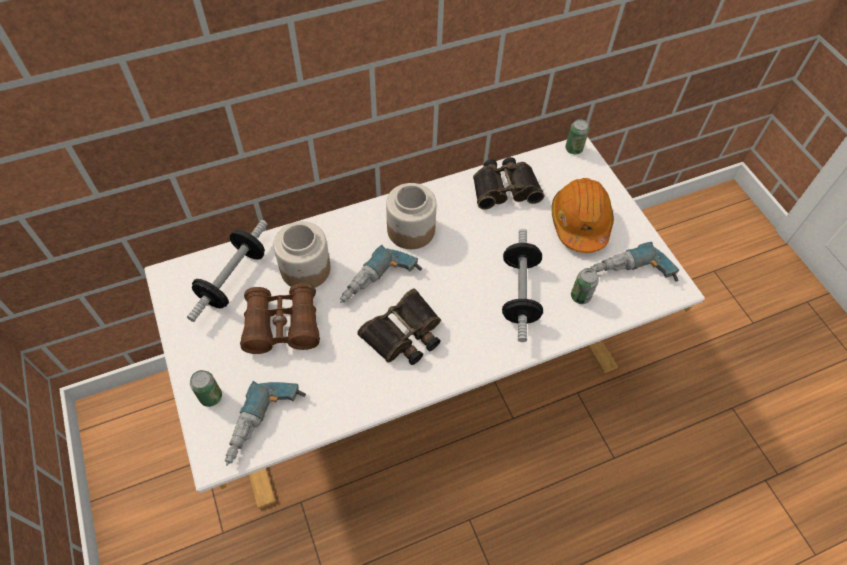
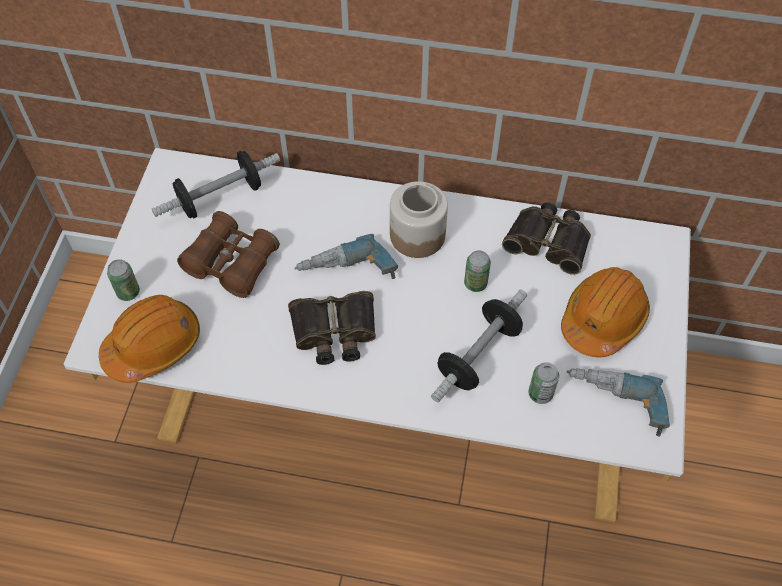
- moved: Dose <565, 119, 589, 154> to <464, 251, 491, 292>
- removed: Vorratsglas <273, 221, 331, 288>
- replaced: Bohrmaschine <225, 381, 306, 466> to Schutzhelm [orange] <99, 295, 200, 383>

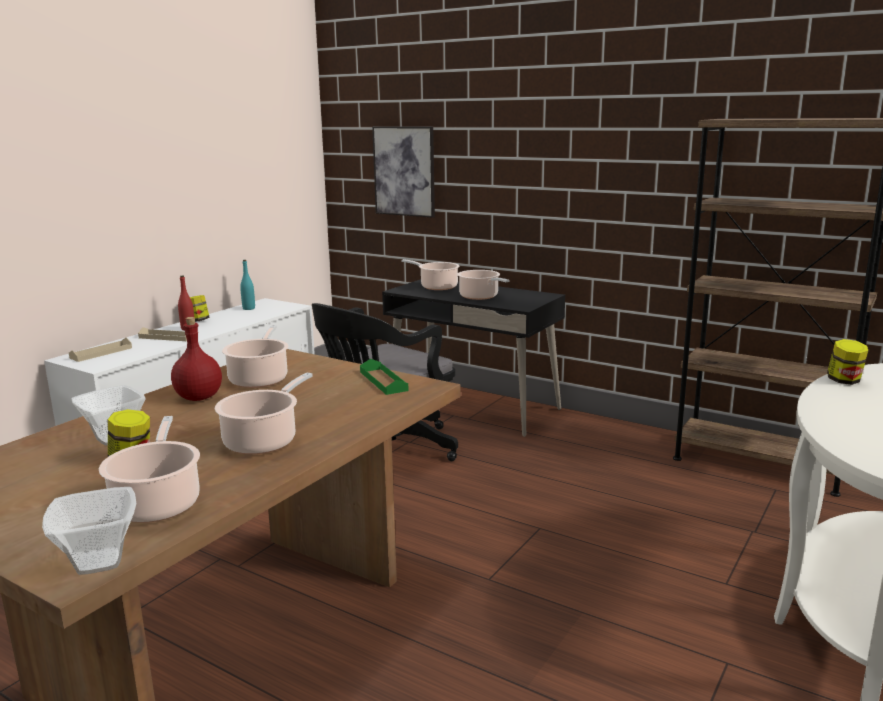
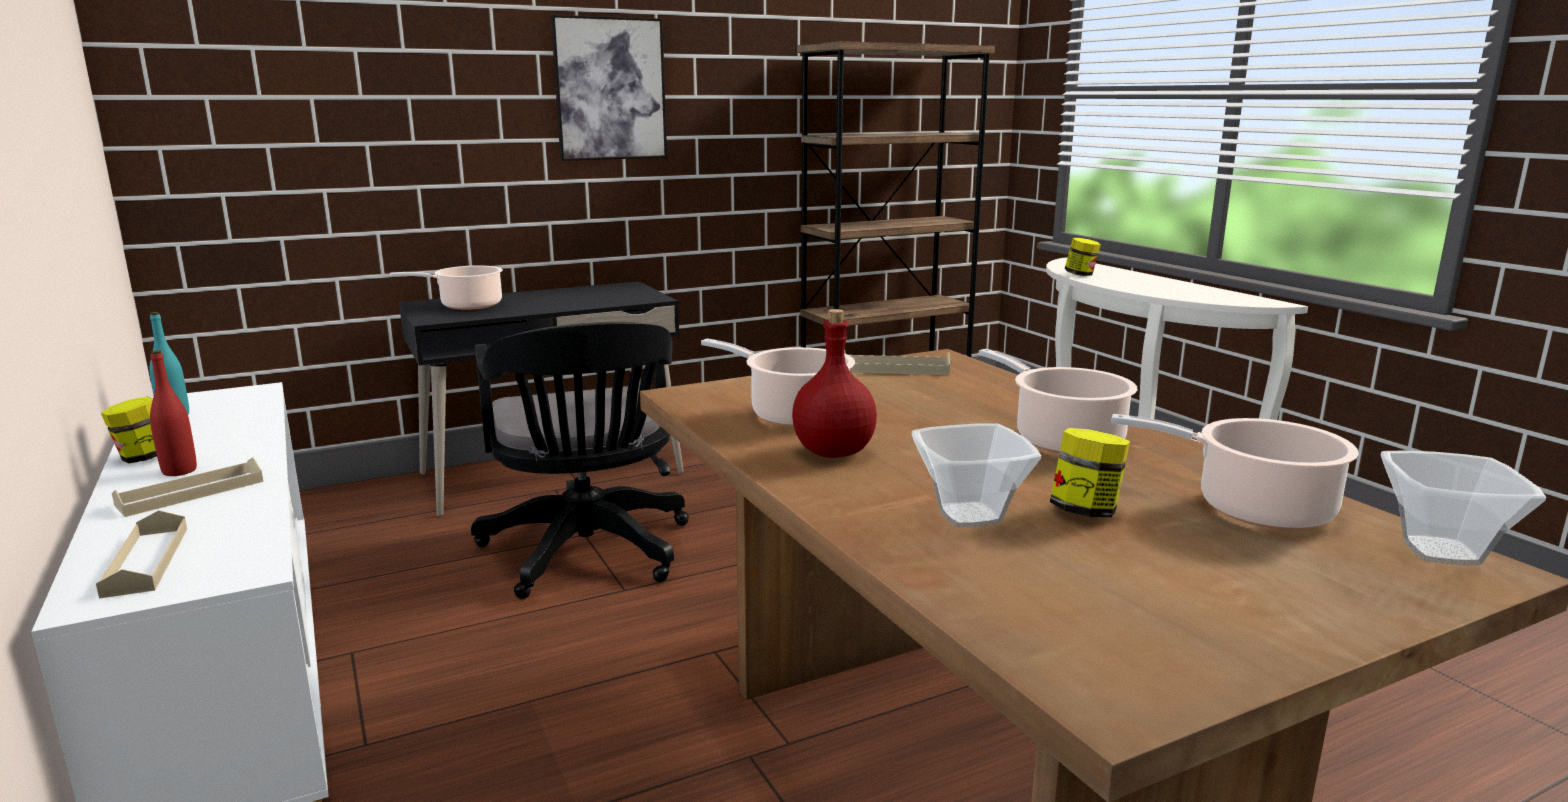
- moved: Bild <372, 127, 435, 218> to <551, 15, 667, 161>
- removed: Kochtopf <457, 270, 509, 300>
- recoloured: Tablett [grün] <360, 359, 409, 395> to Tablett [beige] <844, 352, 950, 375>

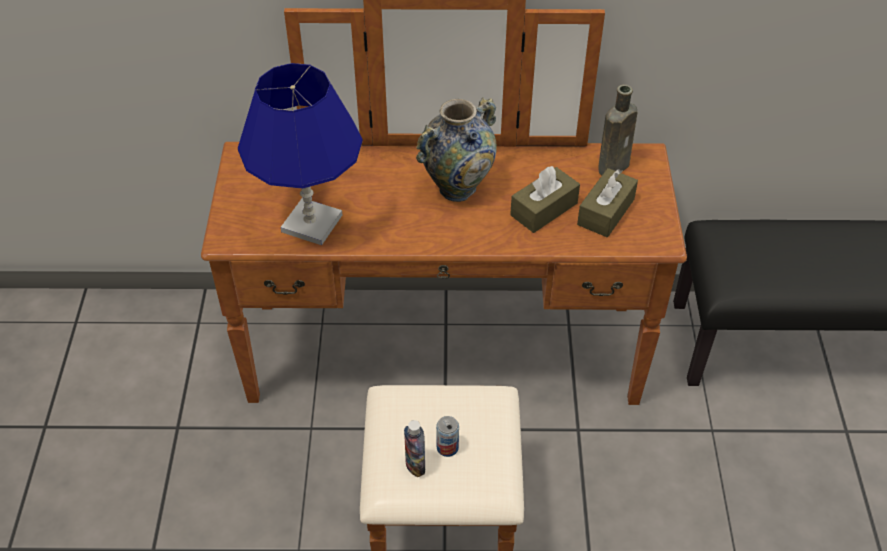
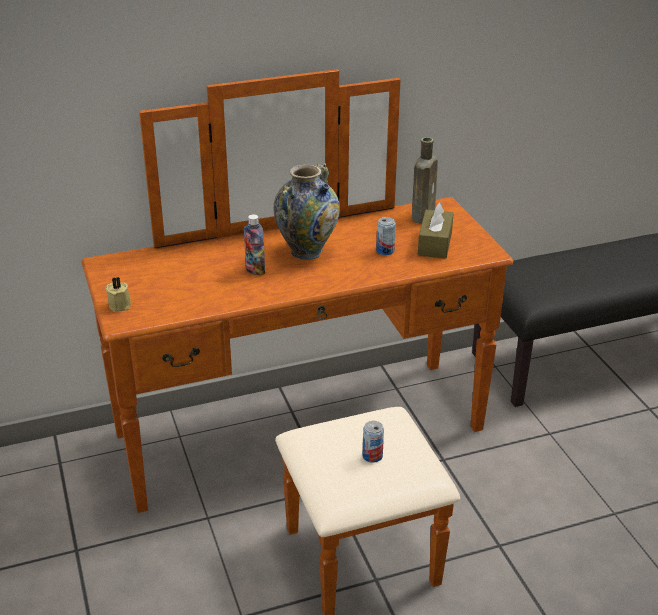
- removed: Tischlampe [blau] <238, 63, 363, 245>
- replaced: Taschentuchbox [braun] <510, 166, 580, 233> to Dose <376, 217, 396, 255>
- moved: Flasche <404, 420, 425, 477> to <244, 214, 265, 276>
- added: Kerze [beige] <105, 277, 131, 312>

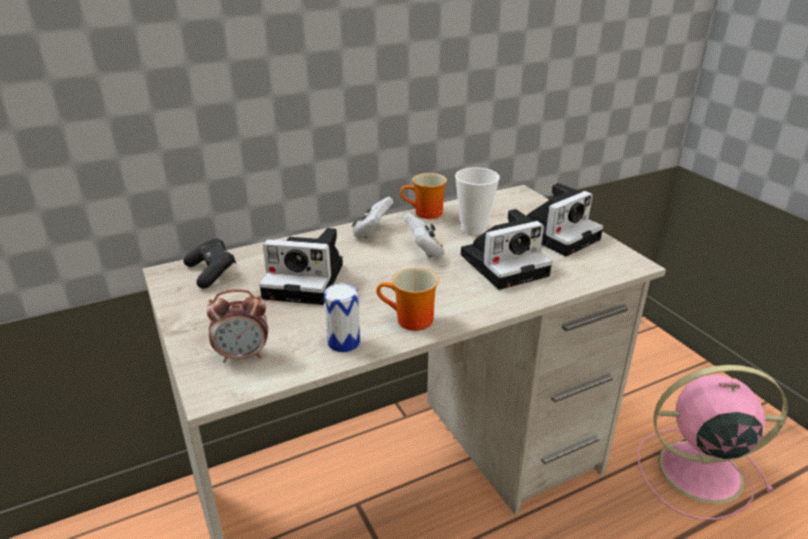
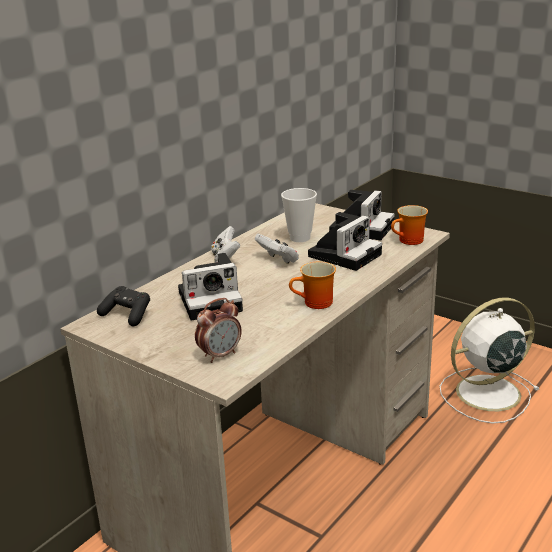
- moved: Henkelbecher <400, 173, 447, 219> to <391, 205, 428, 245>
- removed: Dose <324, 283, 360, 352>
- recoloured: Ventilator [rosa] <637, 365, 788, 520> to Ventilator [weiß] <439, 298, 540, 423>

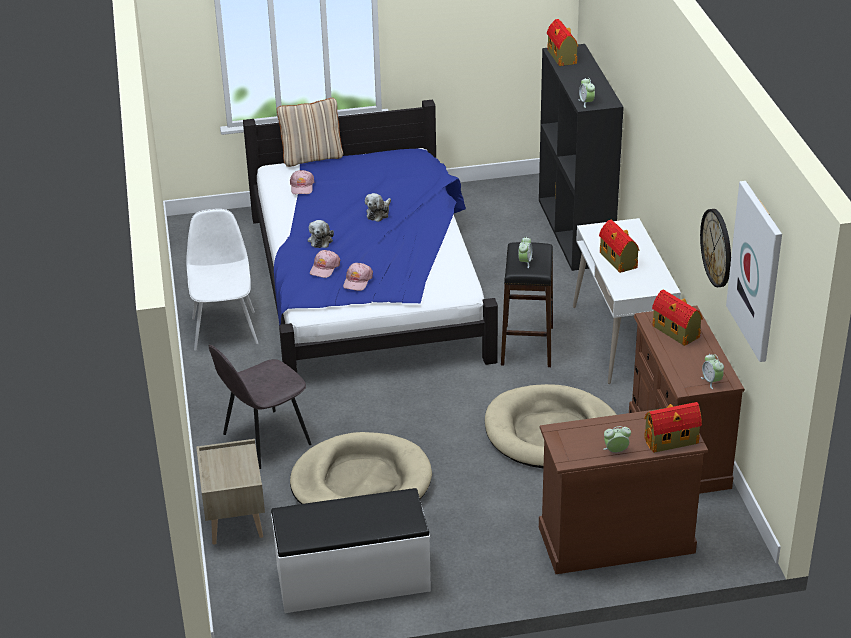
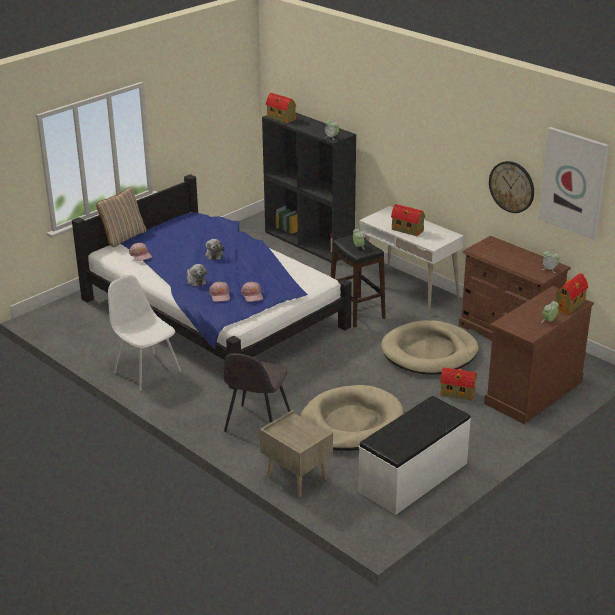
- moved: Spielzeughaus <652, 289, 703, 346> to <440, 367, 477, 401>

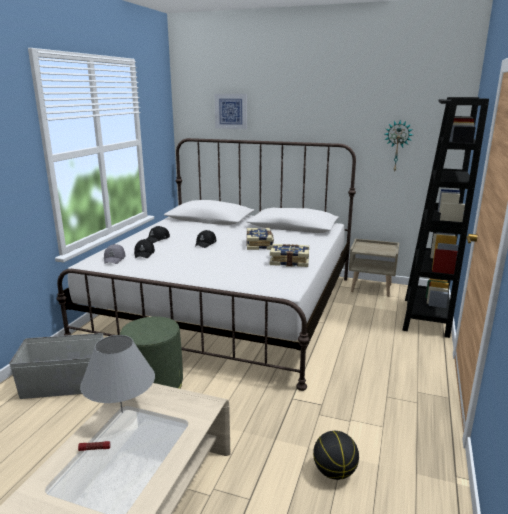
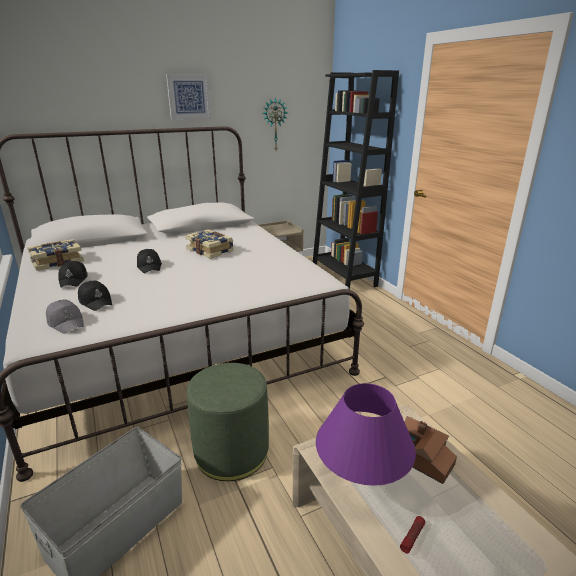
- moved: Bild <214, 94, 247, 129> to <166, 74, 211, 119>
- moved: Buch <270, 244, 309, 267> to <27, 239, 84, 271>
- recoloured: Tischlampe [grau] <80, 335, 155, 413> to Tischlampe [lila] <316, 383, 416, 486>
- removed: Basketball <313, 431, 359, 480>
- added: Spielzeughaus <404, 416, 457, 484>

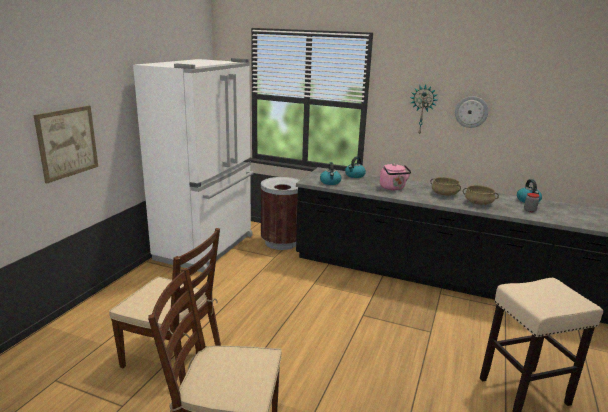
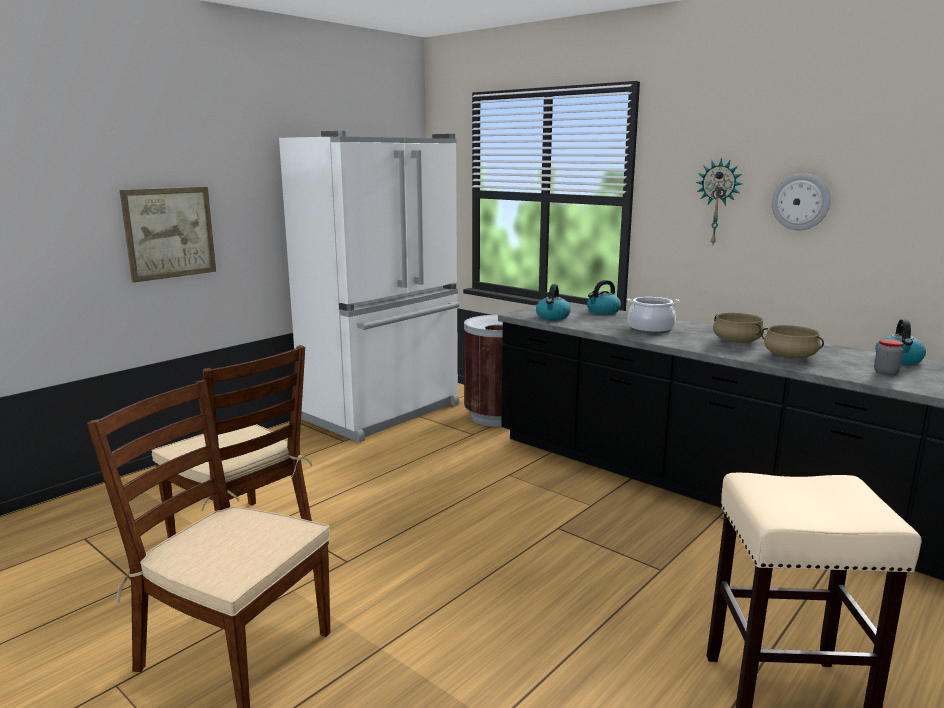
- replaced: Wasserkessel [rosa] <380, 163, 411, 190> to Kochtopf <627, 297, 679, 334>

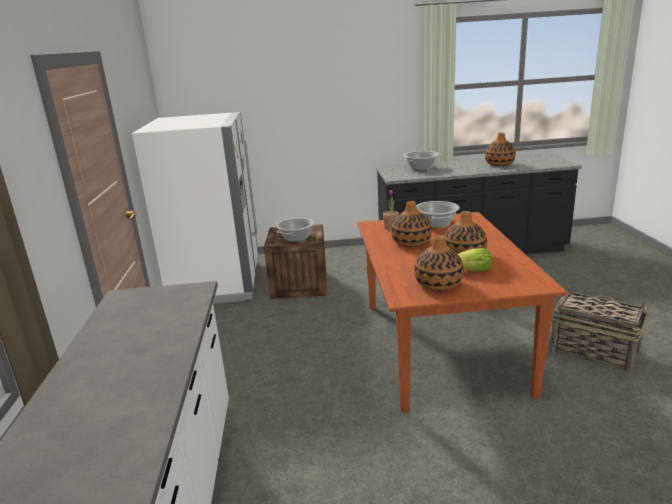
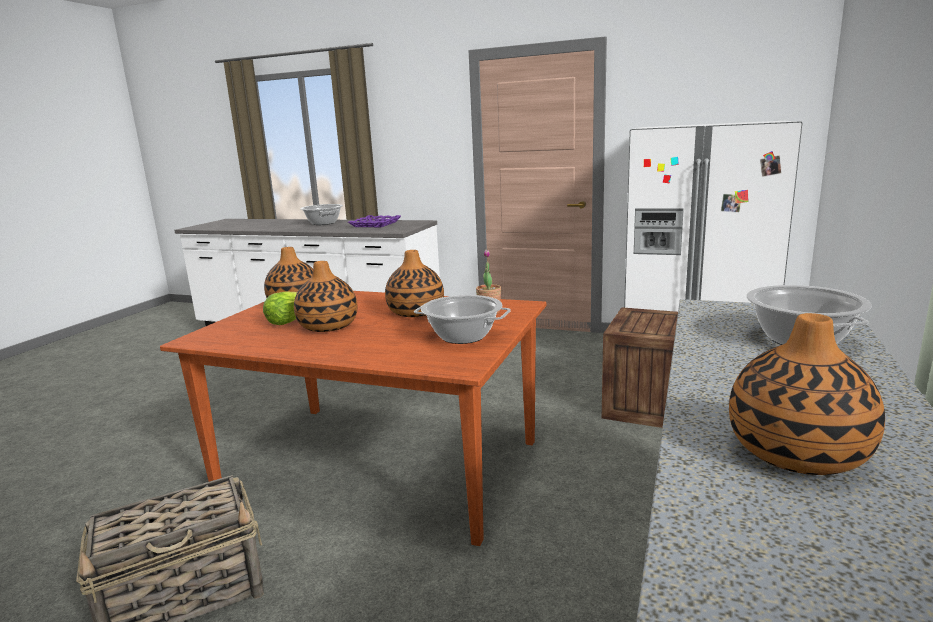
- moved: Kochtopf <276, 218, 314, 242> to <300, 204, 343, 225>
- added: Tablett [lila] <348, 215, 401, 227>

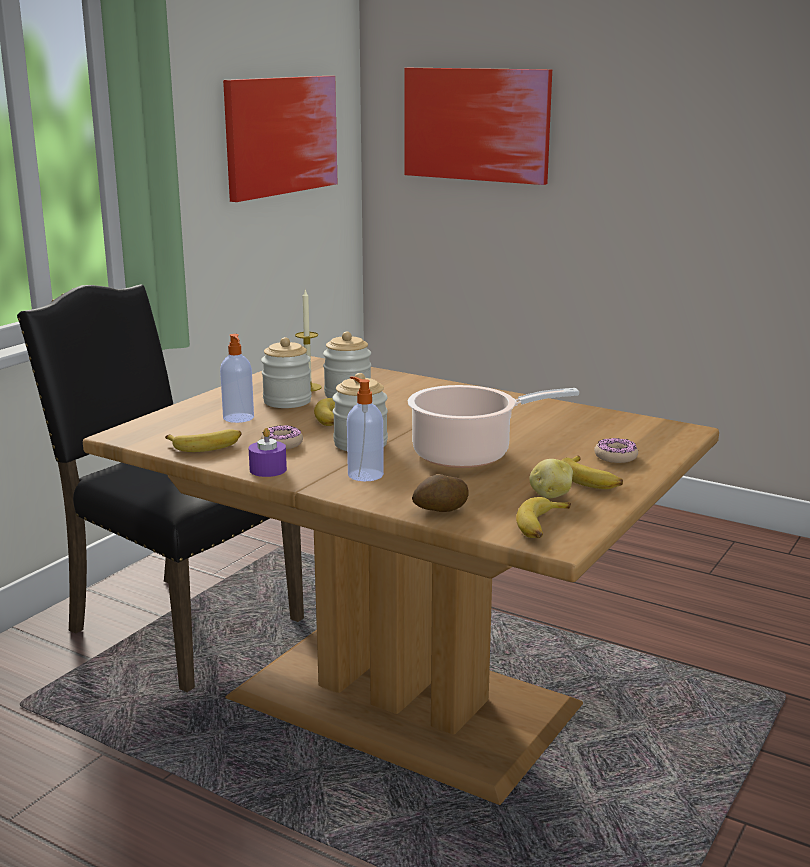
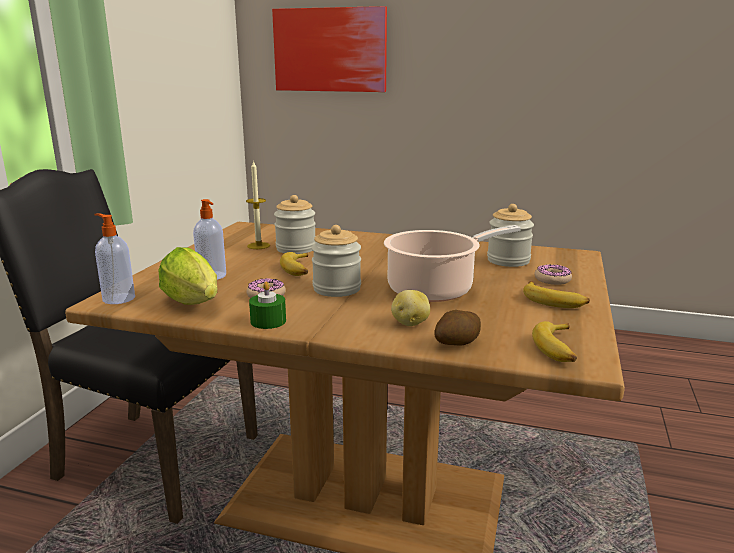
- removed: Bild <223, 76, 338, 202>
- moved: Vorratsglas <261, 337, 312, 408> to <487, 204, 534, 267>
- moved: Seifenspender <347, 376, 384, 481> to <95, 213, 135, 304>
- recoloured: Kerze [lila] <249, 428, 287, 477> to Kerze [grün] <249, 282, 286, 329>
- replaced: Banane <165, 429, 242, 452> to Salatkopf <158, 247, 217, 305>
- moved: Kartoffel <529, 459, 573, 498> to <391, 290, 430, 326>

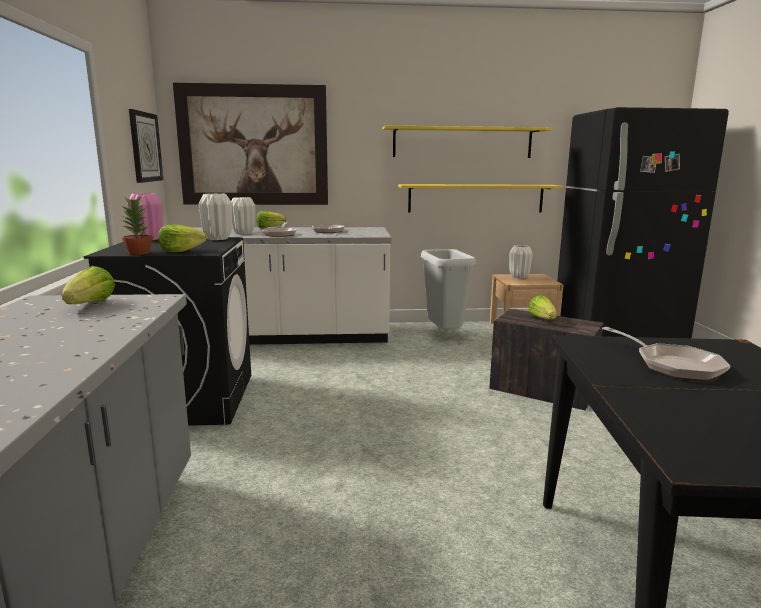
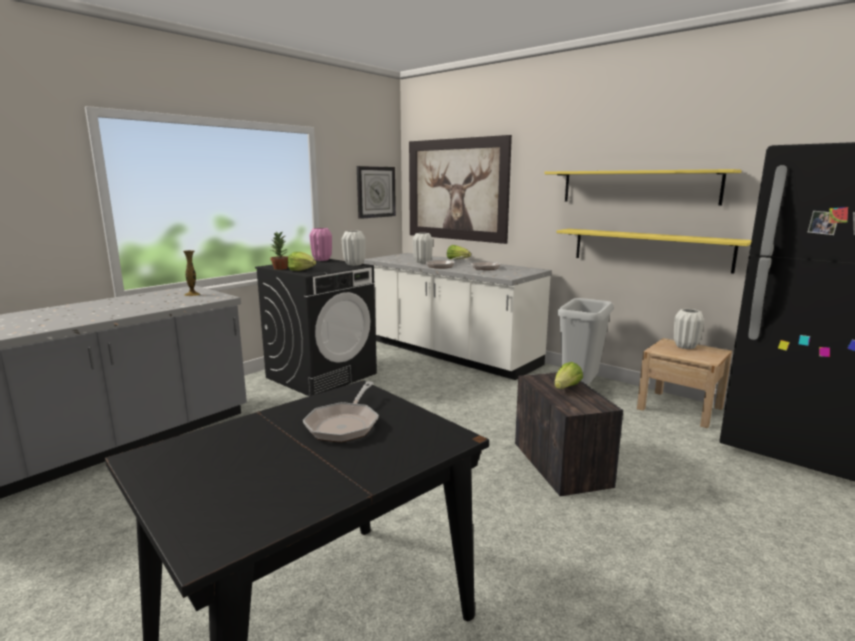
- replaced: Salatkopf <62, 266, 115, 304> to Vase <183, 250, 200, 296>

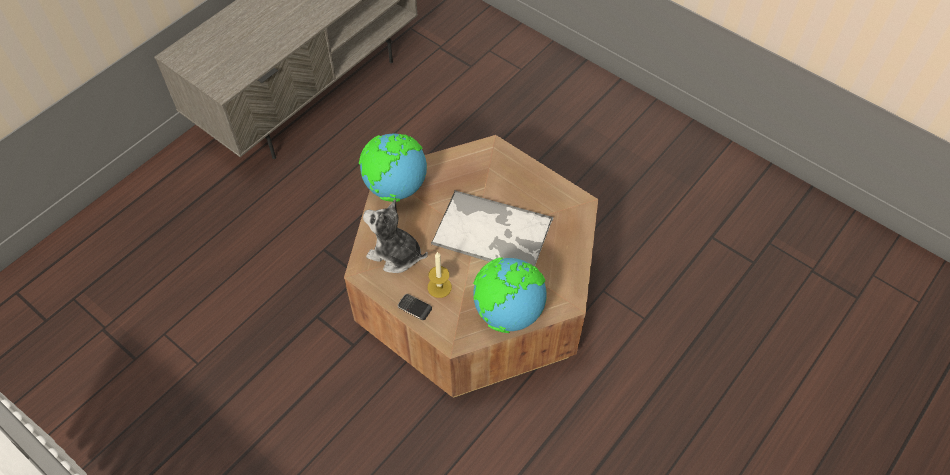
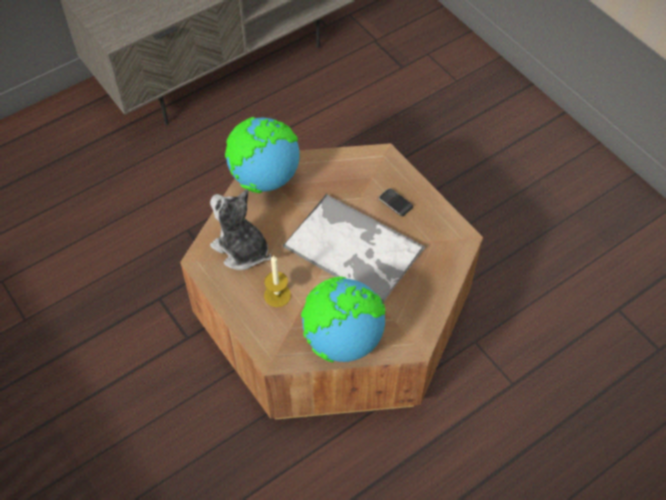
- moved: Handy <397, 294, 432, 320> to <379, 188, 413, 216>

